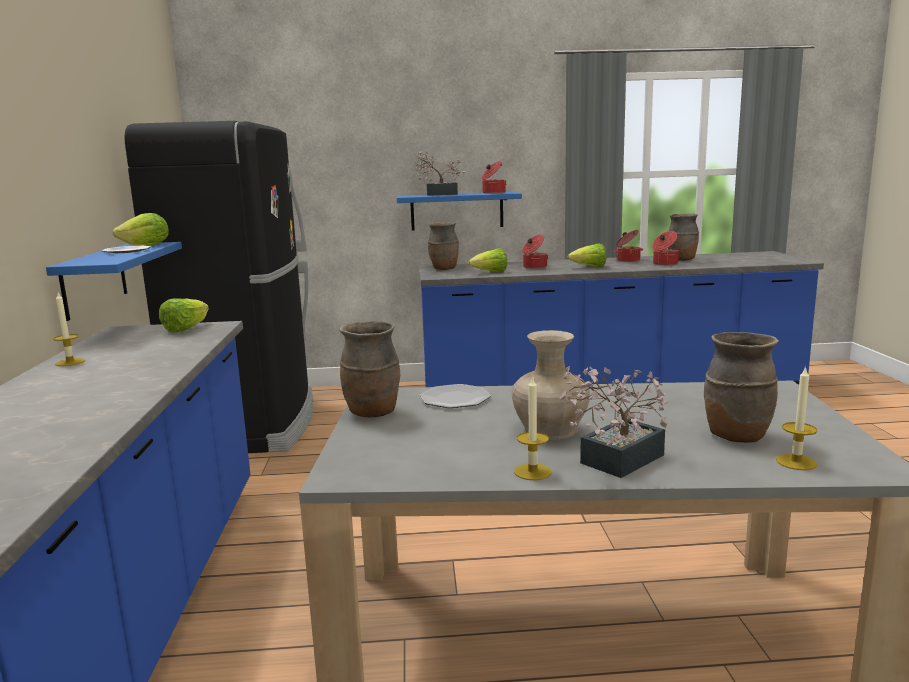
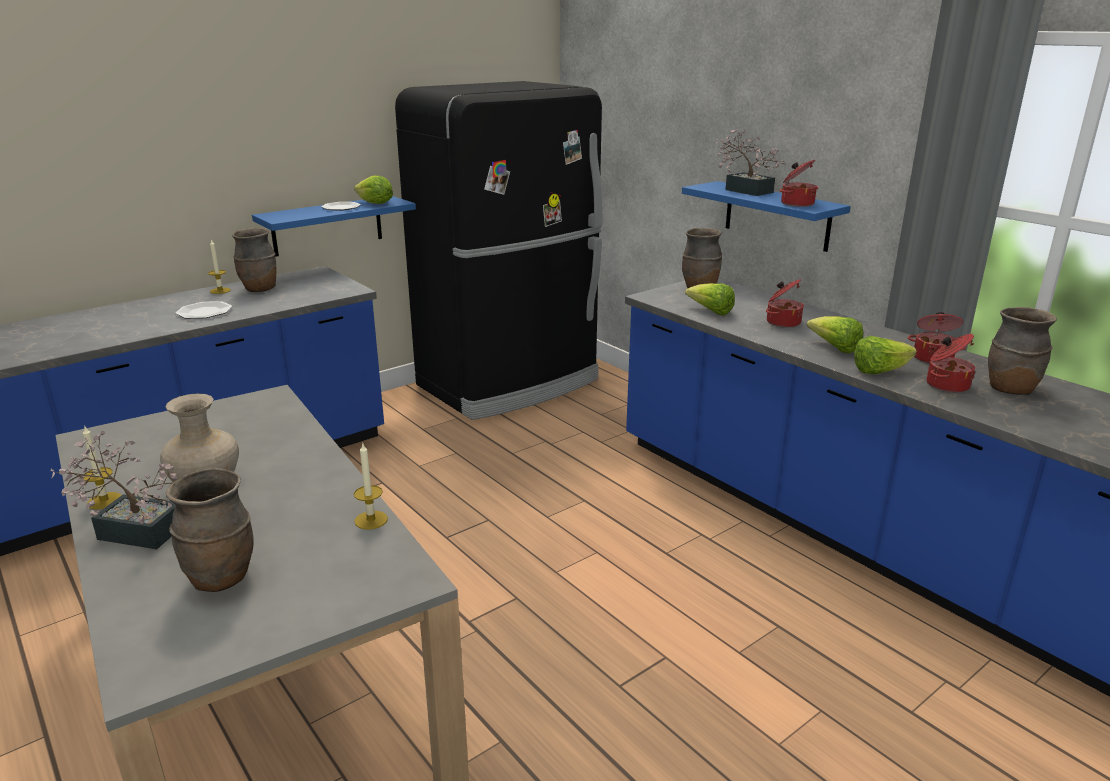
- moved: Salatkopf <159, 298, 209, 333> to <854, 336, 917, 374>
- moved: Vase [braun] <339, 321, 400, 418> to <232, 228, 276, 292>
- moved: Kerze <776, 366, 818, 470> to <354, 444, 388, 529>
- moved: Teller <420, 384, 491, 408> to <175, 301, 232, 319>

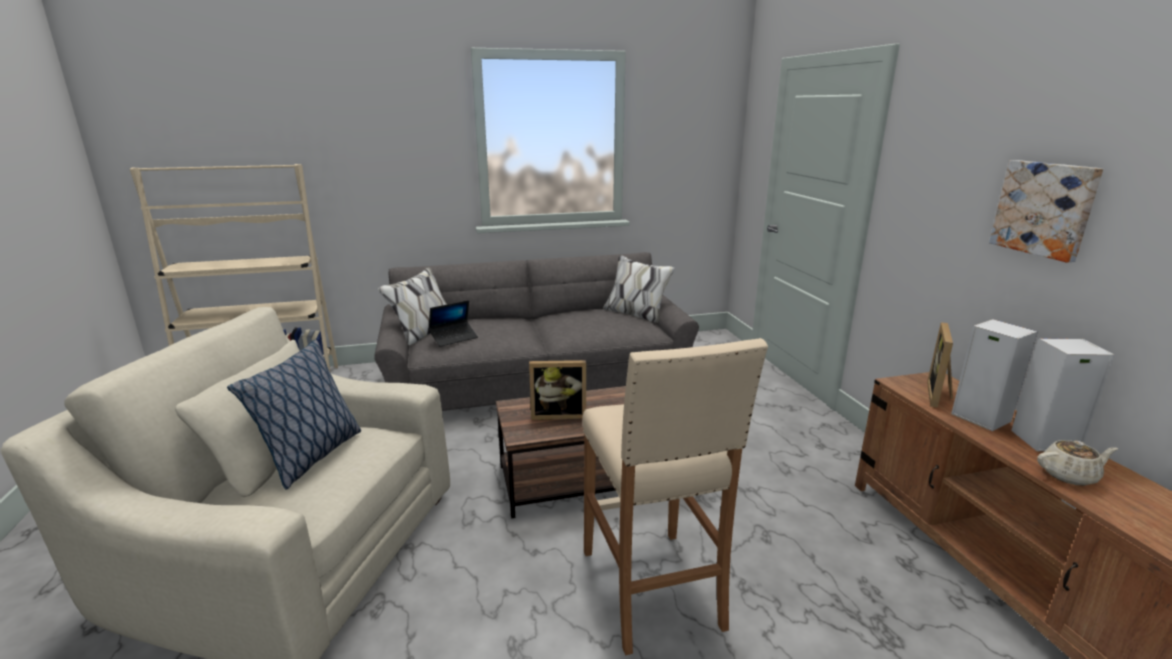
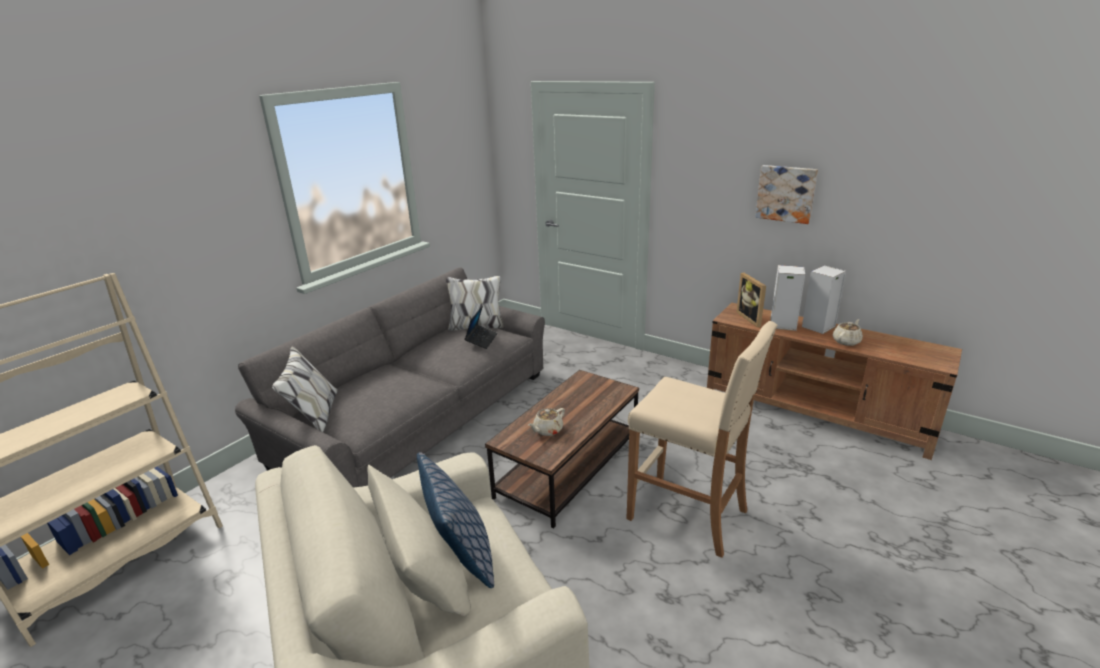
- moved: Laptop <429, 300, 478, 347> to <465, 306, 498, 349>
- replaced: Bilderrahmen <529, 360, 586, 420> to Teekanne [beige] <528, 408, 565, 436>

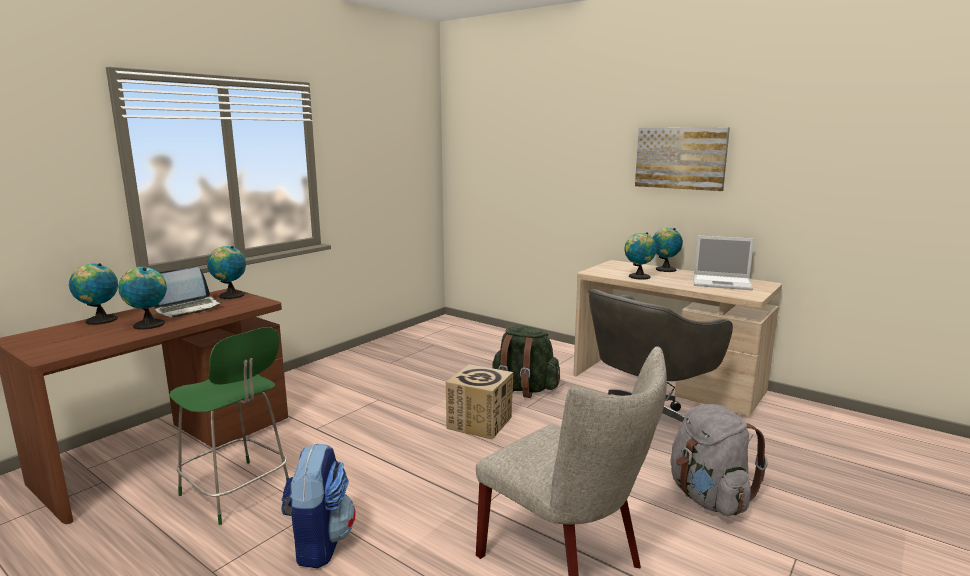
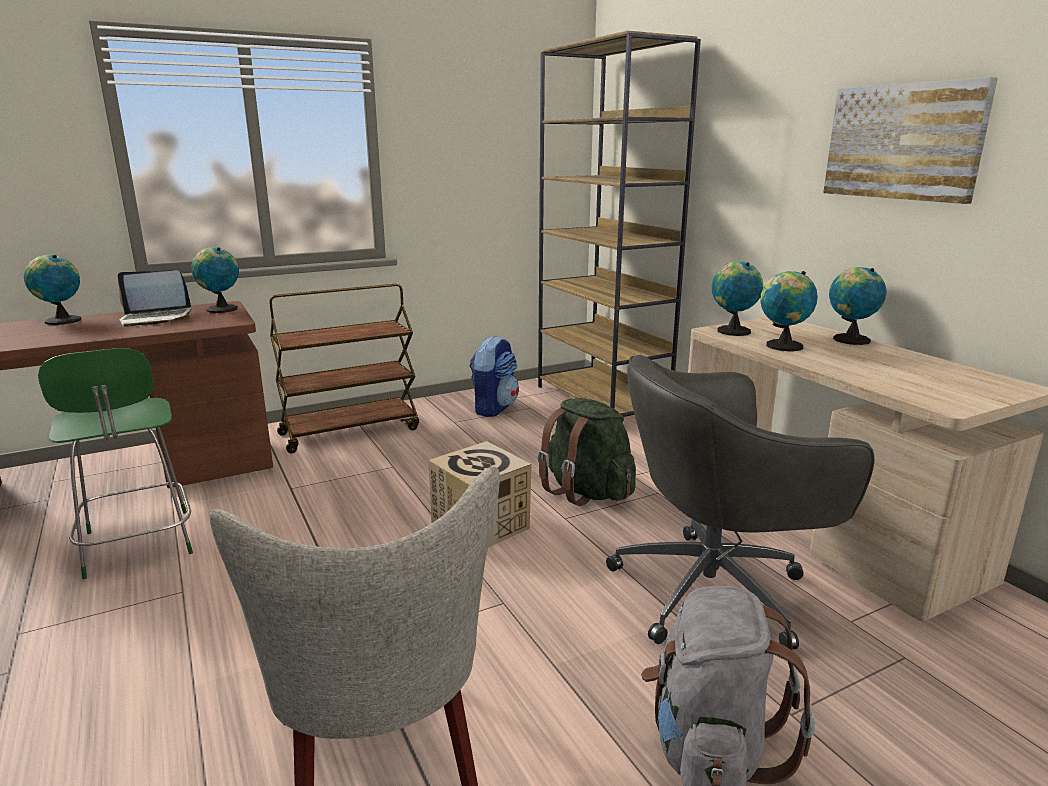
- removed: Laptop <694, 236, 754, 290>
- moved: Globus <118, 267, 167, 330> to <712, 261, 763, 336>
- moved: Rucksack <281, 444, 356, 568> to <470, 335, 519, 417>
- added: Bücherregal [braun] <538, 31, 701, 417>
- added: Rollwagen [braun] <269, 284, 419, 453>

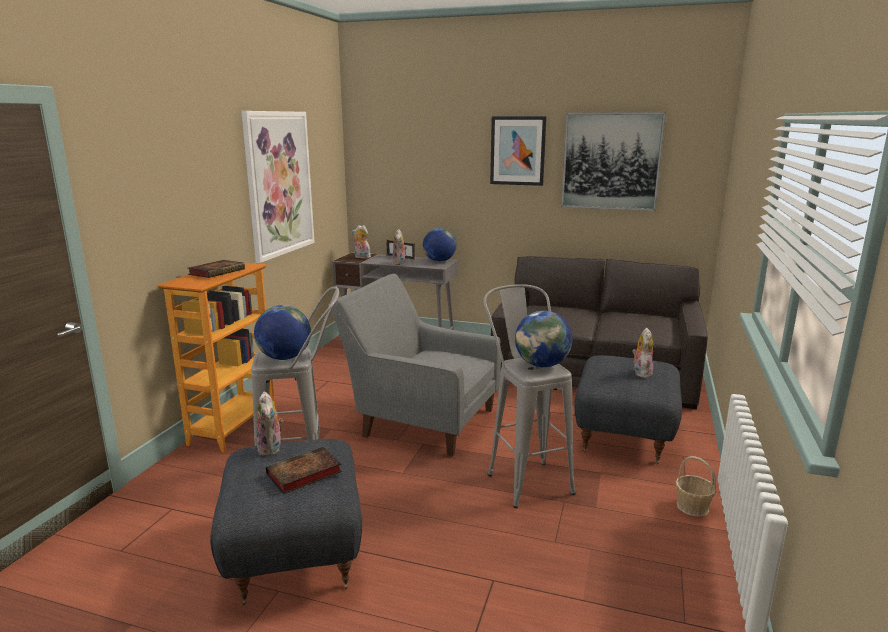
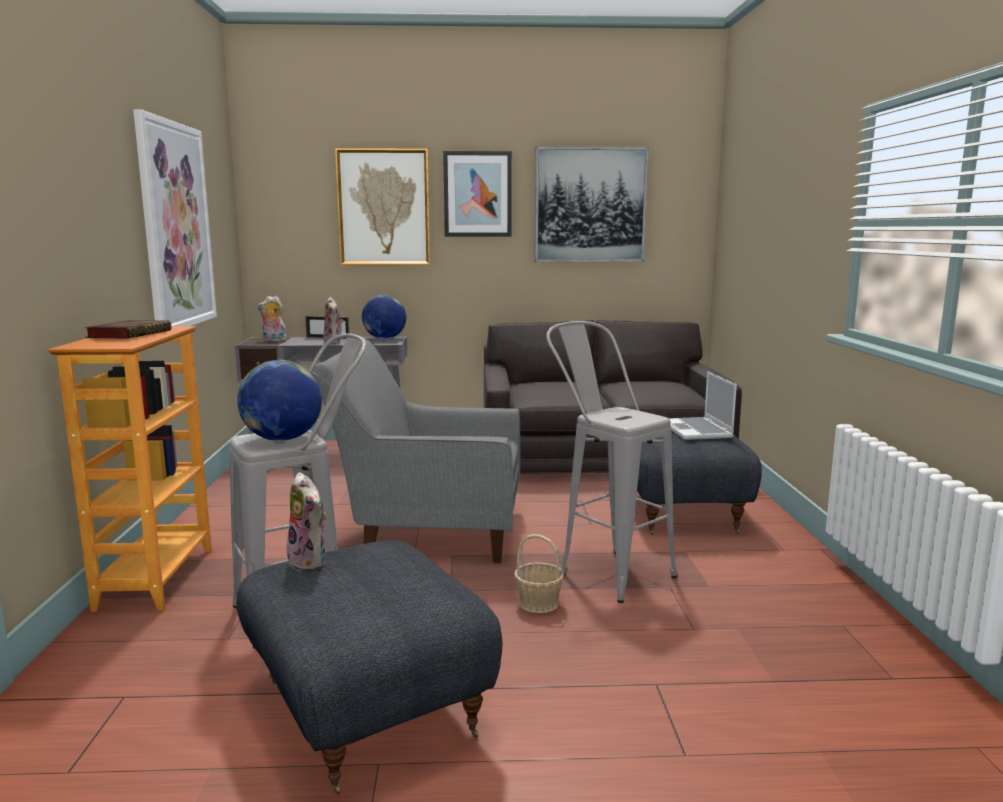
- removed: Globus <515, 311, 572, 367>
- replaced: Plüschtier <632, 328, 653, 378> to Laptop <670, 371, 737, 440>
- removed: Buch <266, 447, 342, 494>
- moved: Korb <675, 456, 716, 517> to <514, 534, 564, 613>
- added: Bild <335, 148, 430, 265>

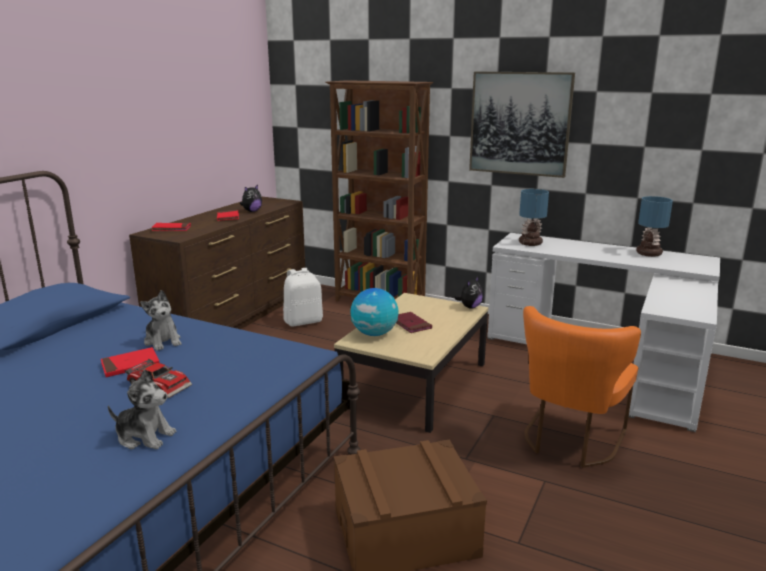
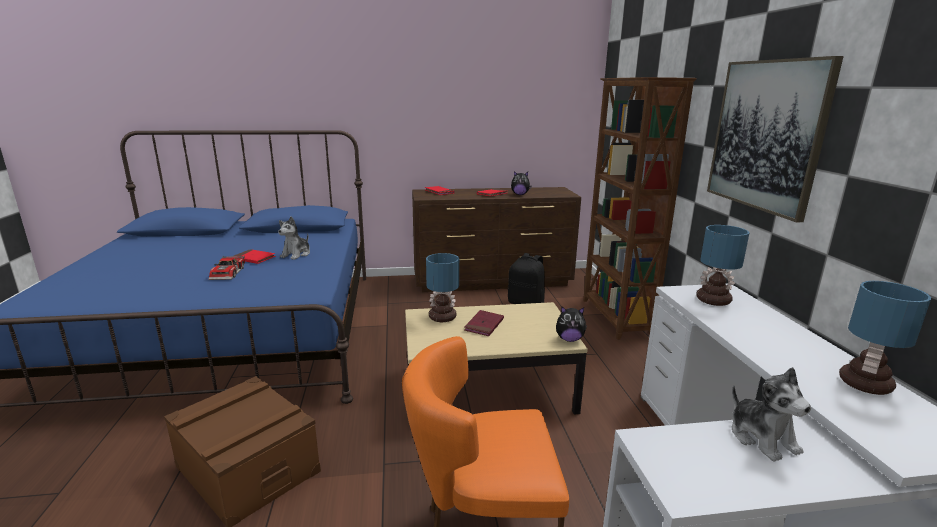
- recoloured: Rucksack [weiß] <283, 268, 323, 326> to Rucksack [schwarz] <508, 253, 545, 304>
- replaced: Globus <350, 288, 399, 336> to Tischlampe <426, 253, 459, 322>
- moved: Plüschtier <108, 369, 177, 449> to <732, 367, 811, 462>

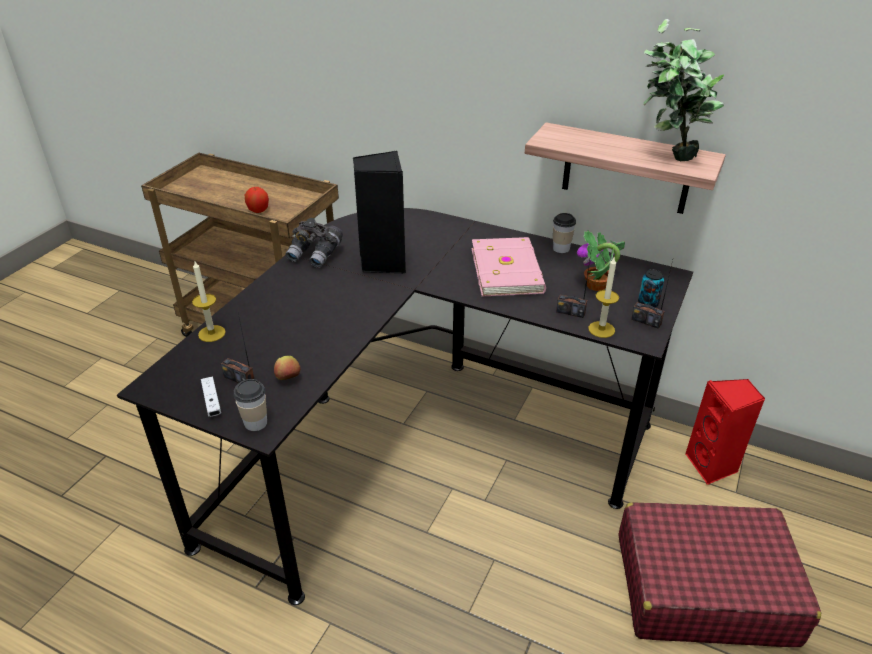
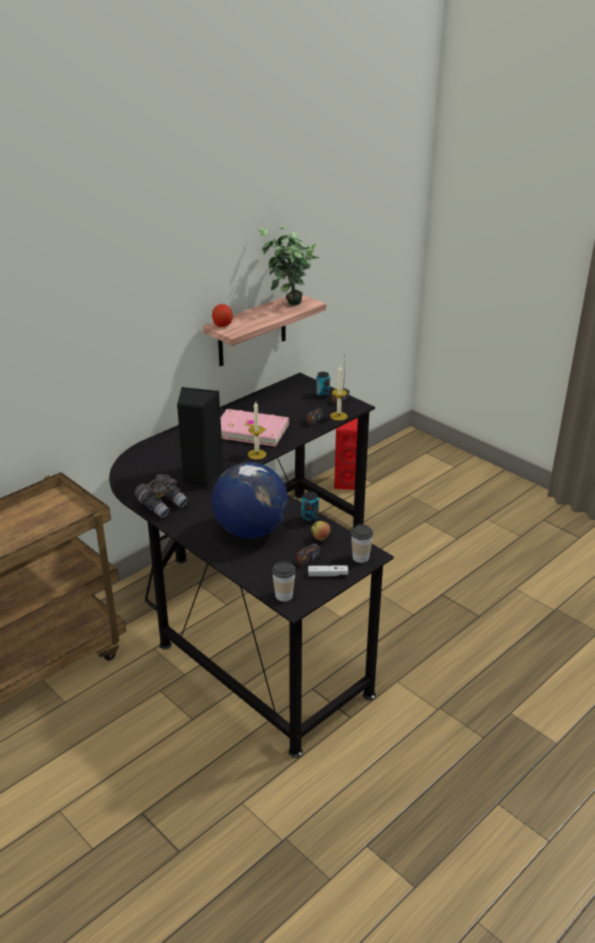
- moved: Apfel <245, 187, 269, 213> to <212, 304, 233, 327>
- moved: Tasse <553, 213, 576, 253> to <272, 561, 296, 602>
- removed: Topfpflanze <577, 231, 625, 291>
- moved: Kerze <192, 261, 226, 342> to <248, 402, 266, 460>
- removed: Koffer [rot] <618, 502, 821, 647>
- added: Globus <212, 462, 288, 538>
- added: Dose <302, 491, 319, 523>

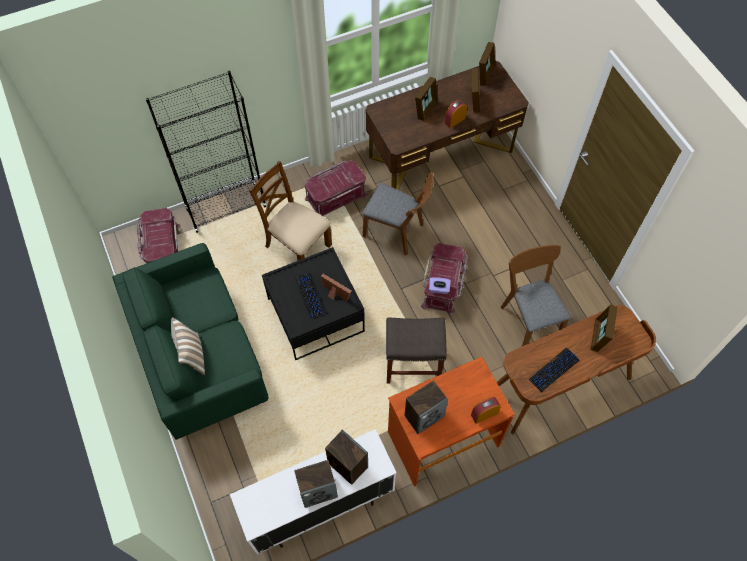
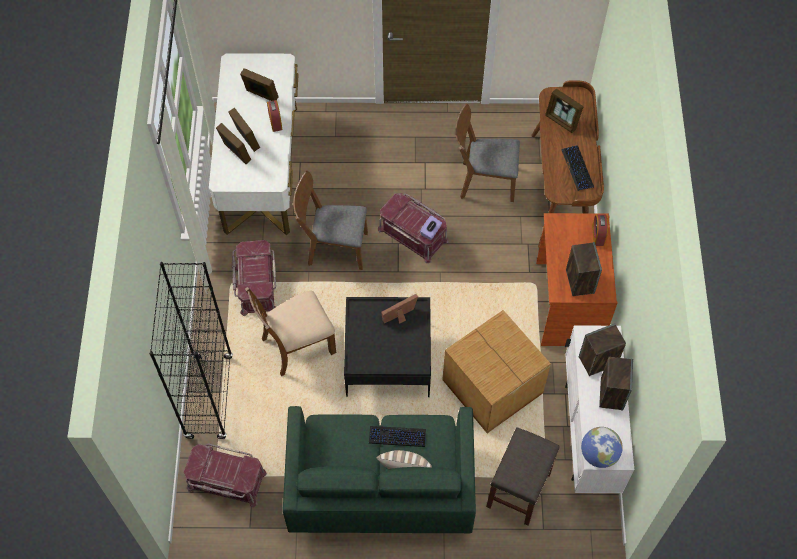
- moved: Bilderrahmen <479, 42, 495, 86> to <216, 123, 251, 164>
- recoloured: Schreibtisch [braun] <366, 61, 529, 190> to Schreibtisch [weiß] <209, 53, 299, 235>
- turned: Stuhl [braun] <362, 172, 434, 255> = <293, 171, 368, 270> 135 degrees counterclockwise
- moved: Tastatur <295, 272, 327, 318> to <369, 426, 426, 447>
- moved: Hocker [grau] <386, 317, 446, 383> to <486, 427, 560, 526>
- added: Karton <442, 310, 551, 433>
- added: Globus <581, 427, 623, 468>

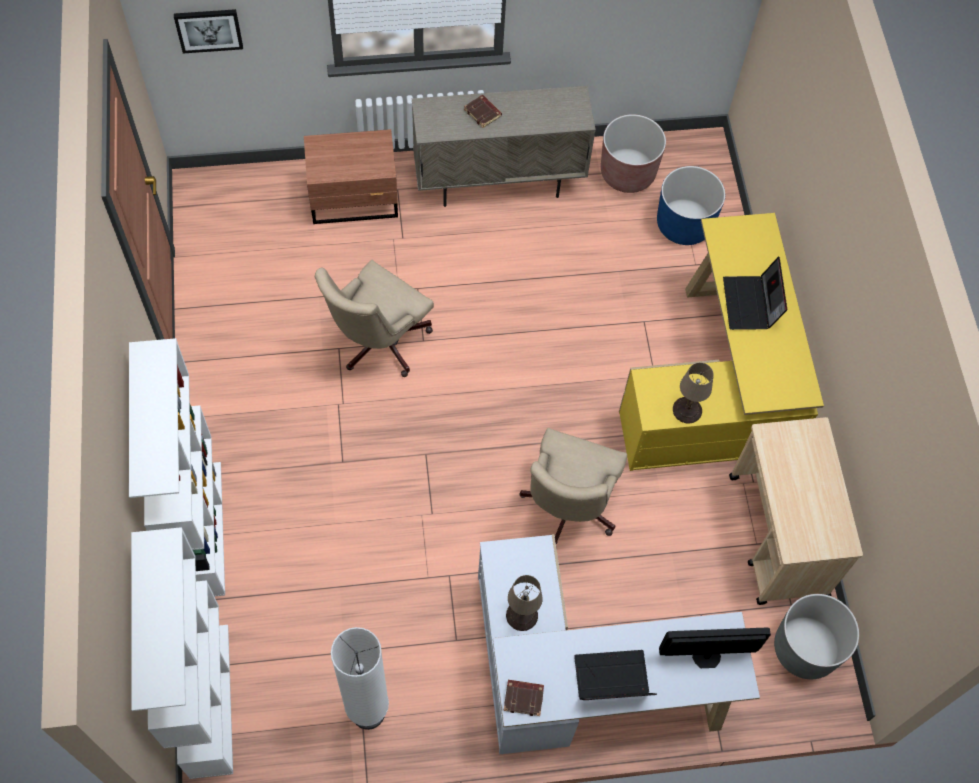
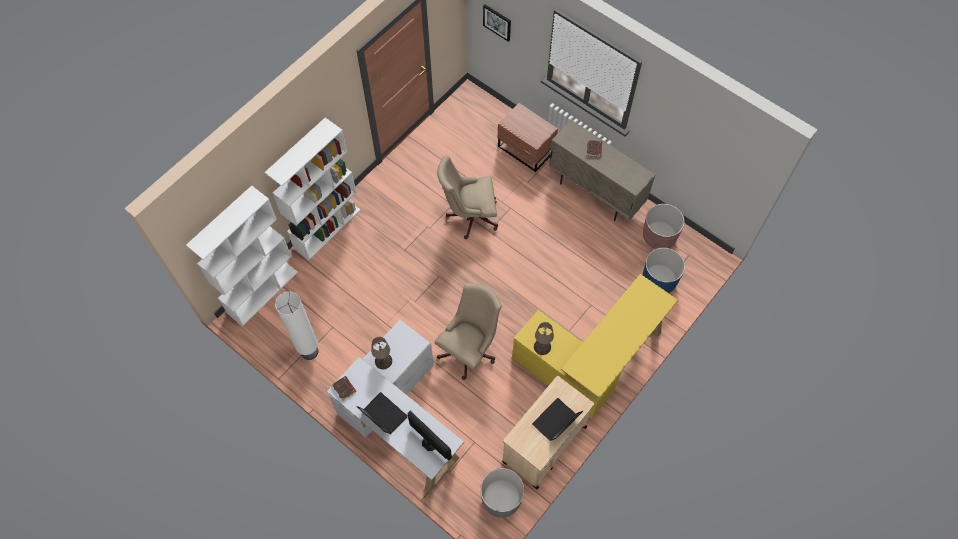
- moved: Laptop <723, 256, 787, 330> to <532, 398, 583, 441>
- turned: Bürostuhl [beige] <519, 428, 627, 544> = <435, 283, 502, 380> 150 degrees clockwise

